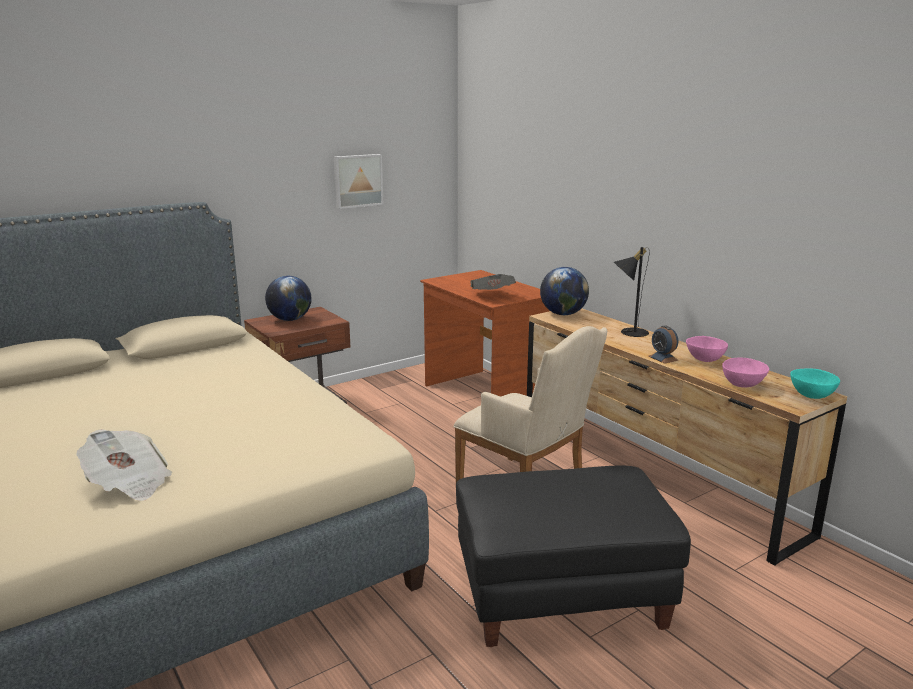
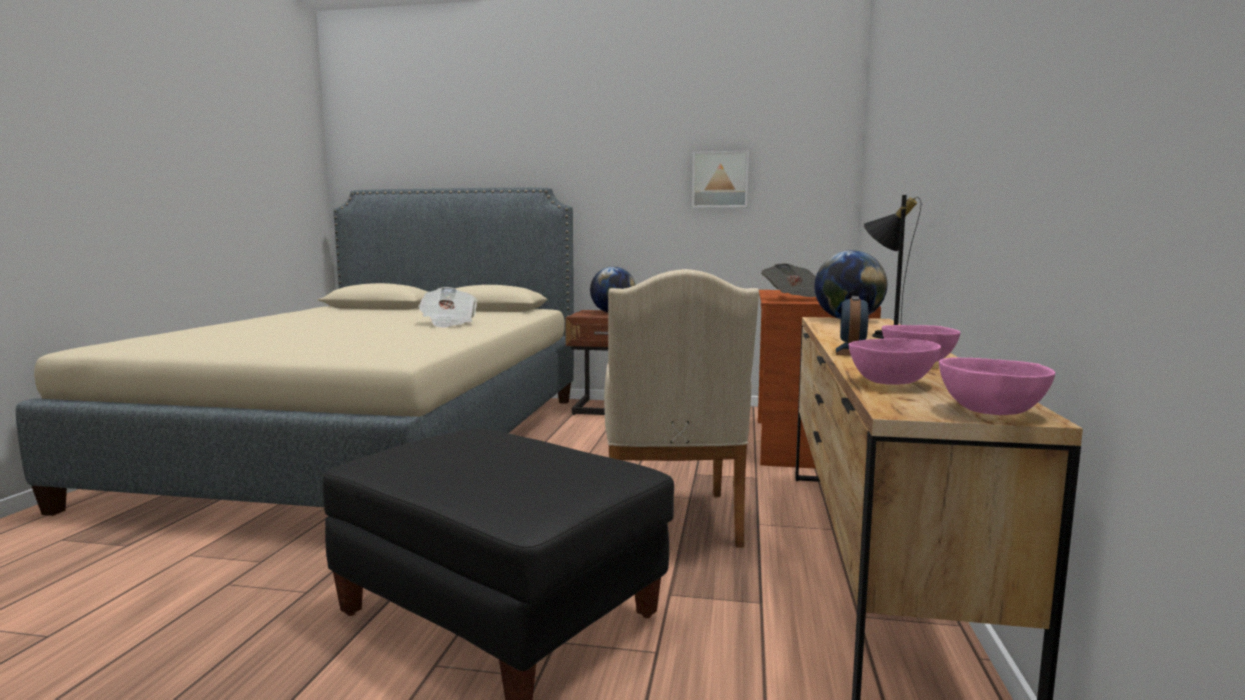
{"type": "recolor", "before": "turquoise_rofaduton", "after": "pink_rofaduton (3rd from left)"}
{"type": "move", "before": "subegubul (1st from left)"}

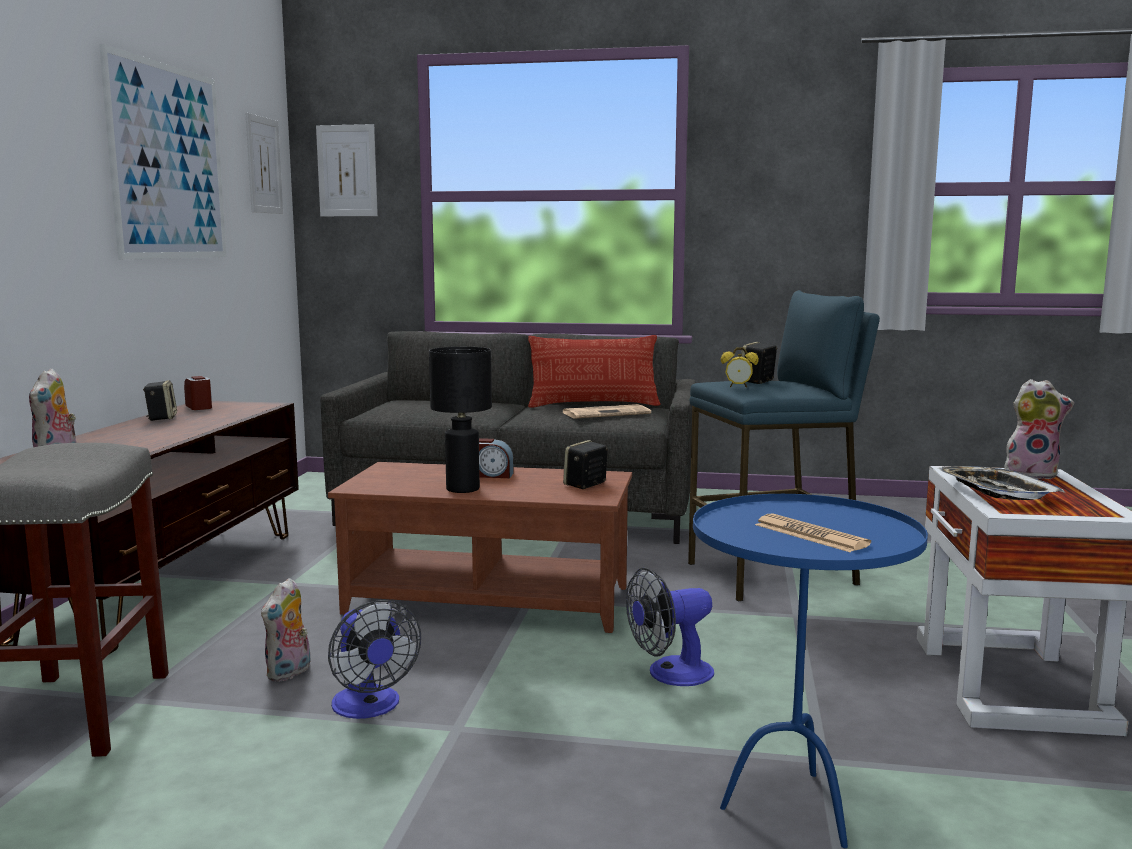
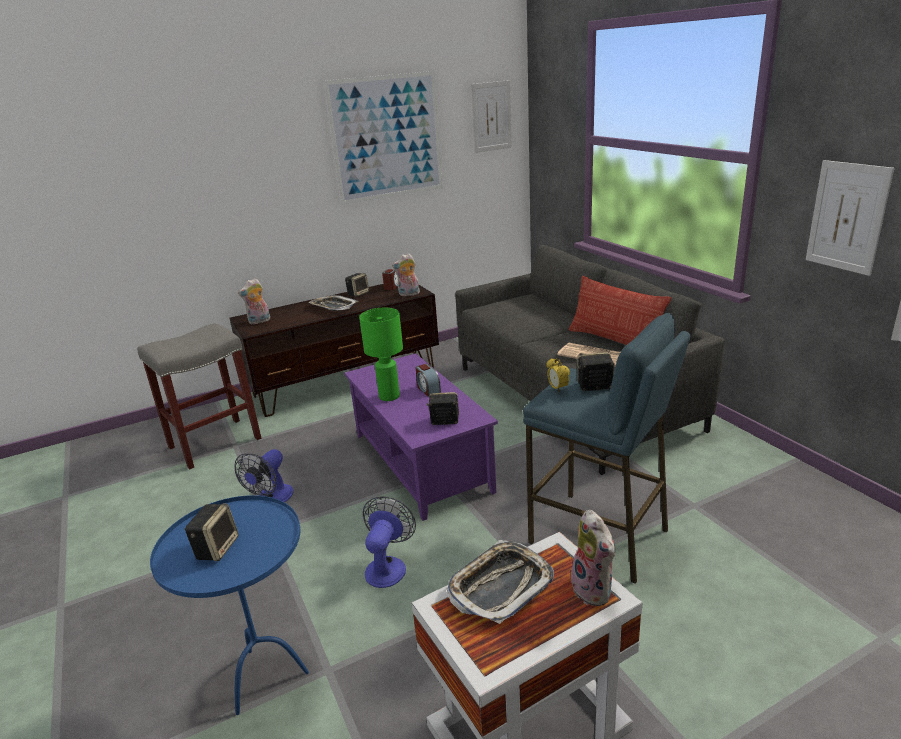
{"type": "move", "before": "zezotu (3rd from left)"}
{"type": "recolor", "before": "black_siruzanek", "after": "green_siruzanek"}
{"type": "recolor", "before": "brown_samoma", "after": "purple_samoma"}
{"type": "replace", "before": "subegubul (2nd from left)", "after": "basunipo (1st from left)"}
{"type": "rotate", "before": "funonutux (2nd from left)", "turn": 75}
{"type": "move", "before": "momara (2nd from left)"}
{"type": "insert", "after": "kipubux (1st from left)"}

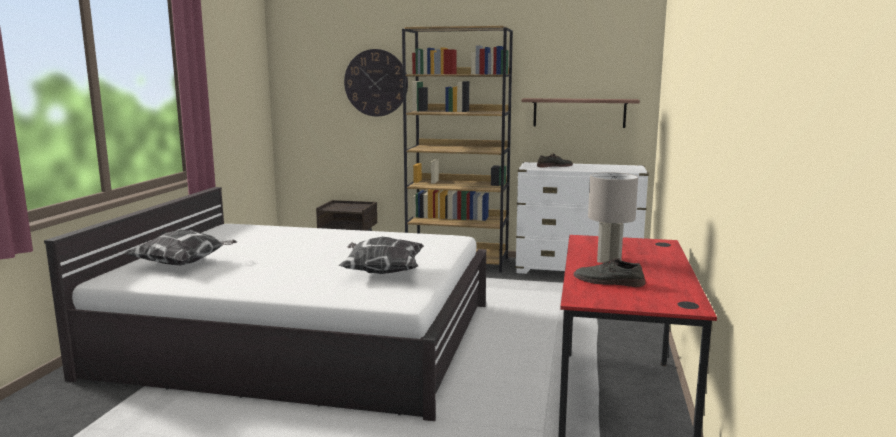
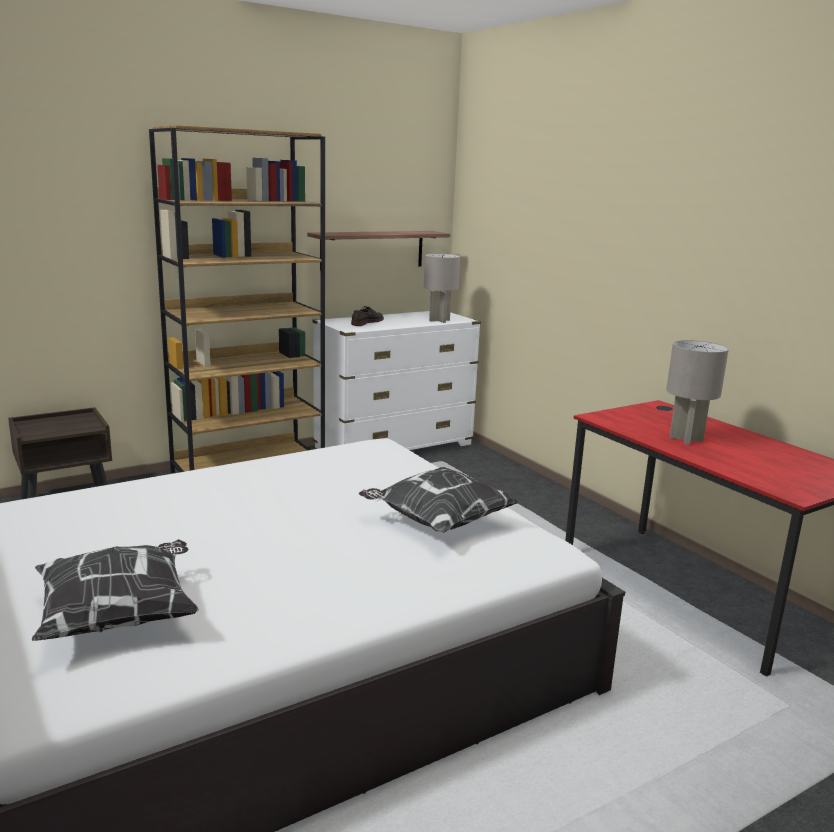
{"type": "delete", "before": "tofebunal"}
{"type": "delete", "before": "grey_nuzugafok (2nd from left)"}
{"type": "insert", "after": "grey_siruzanek (1st from left)"}

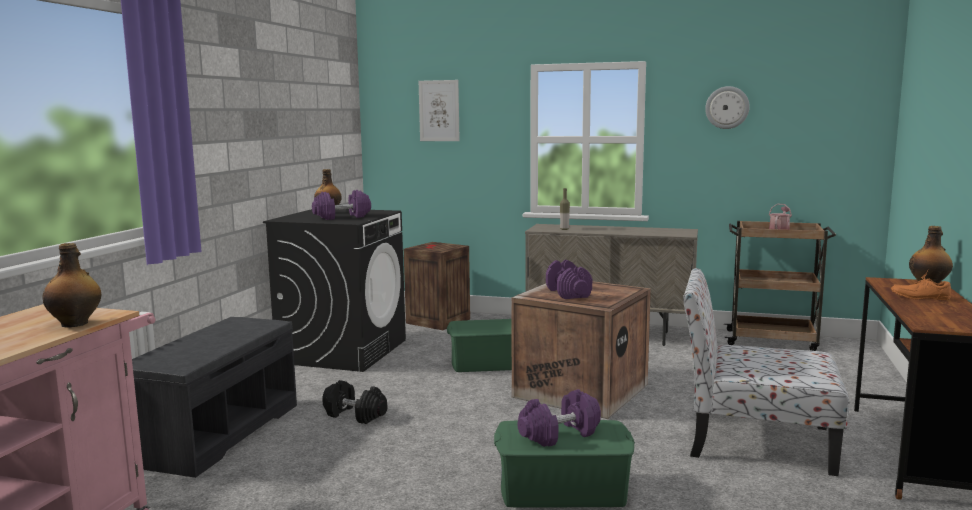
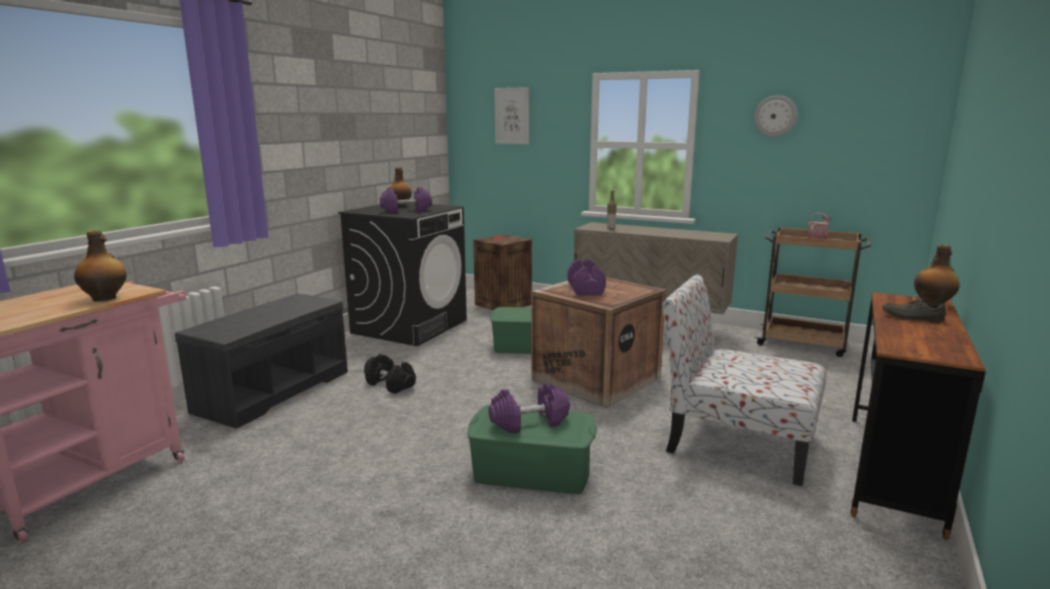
{"type": "recolor", "before": "orange_nuzugafok", "after": "grey_nuzugafok"}

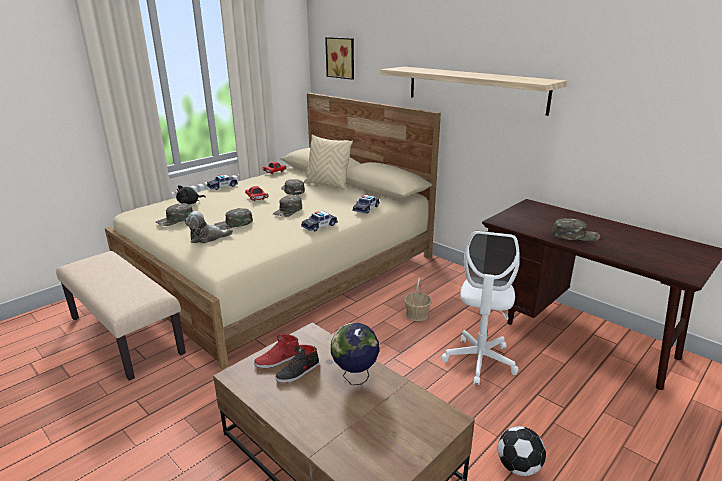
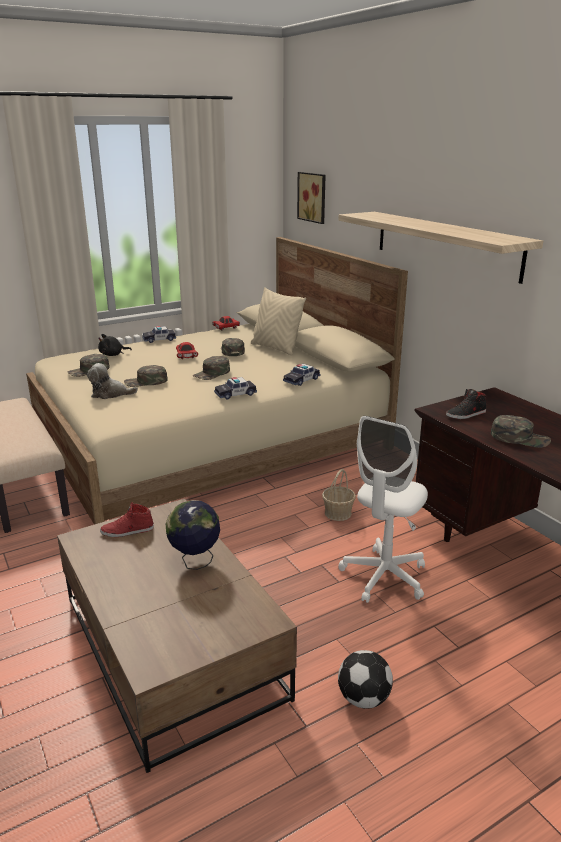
{"type": "move", "before": "black_nuzugafok"}

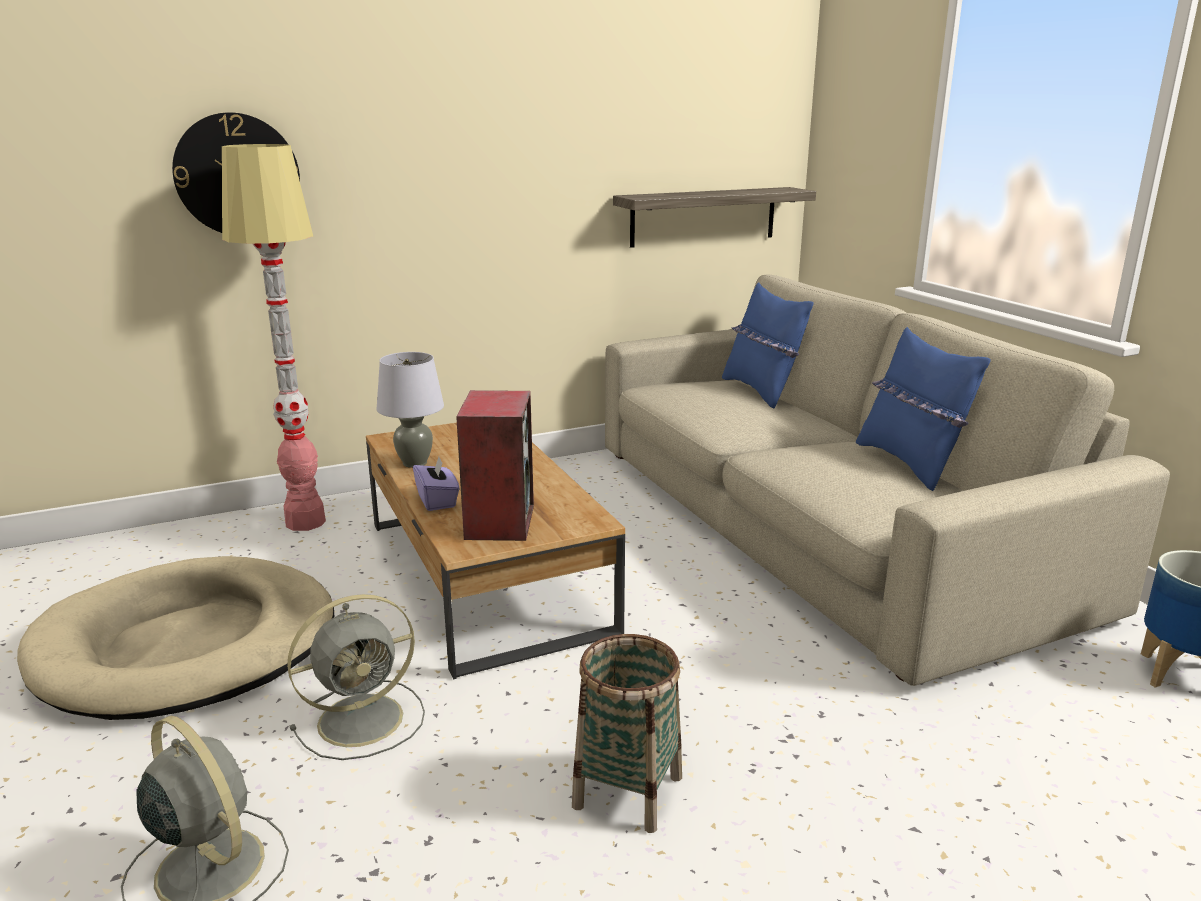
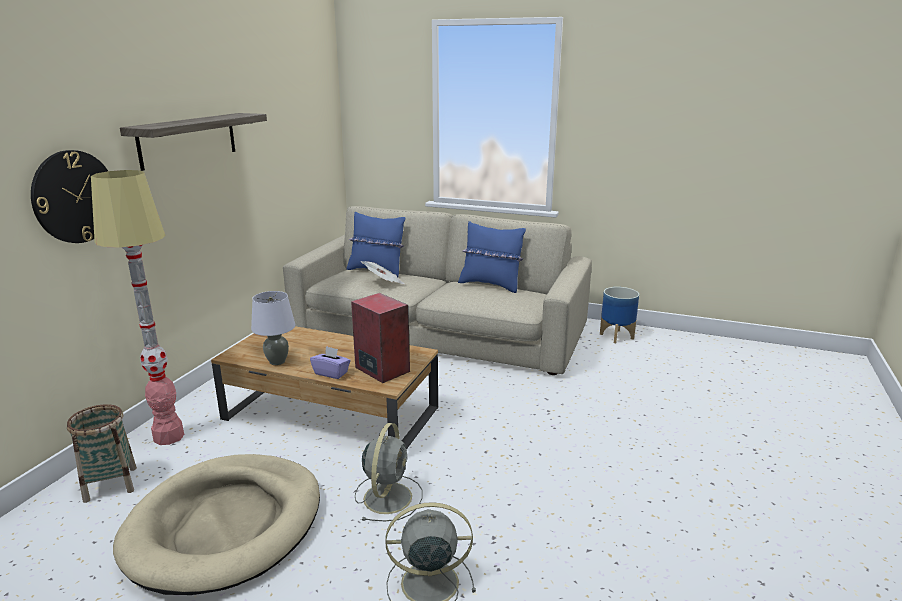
{"type": "move", "before": "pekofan"}
{"type": "move", "before": "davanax"}
{"type": "insert", "after": "subegubul"}

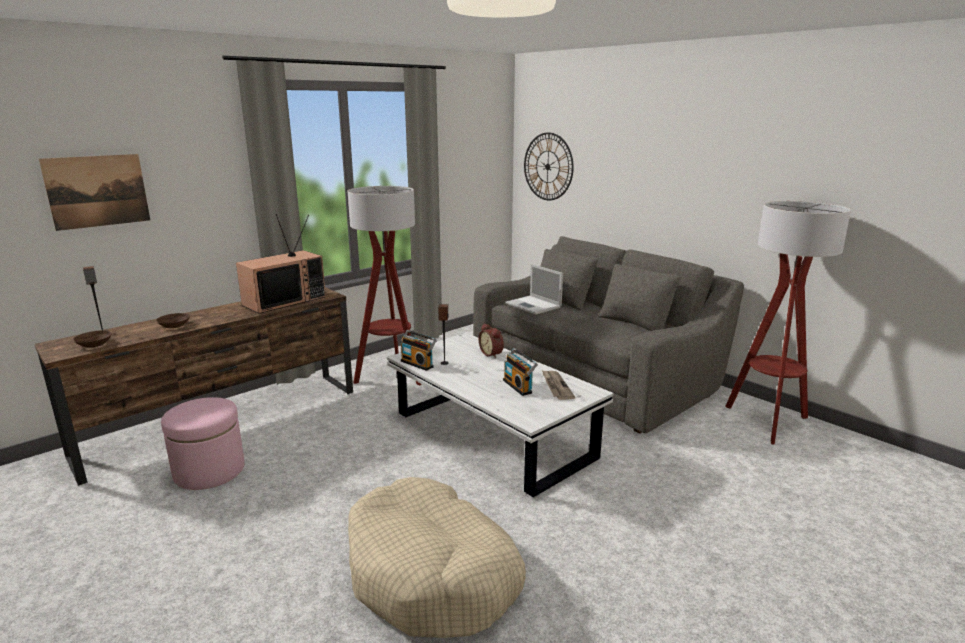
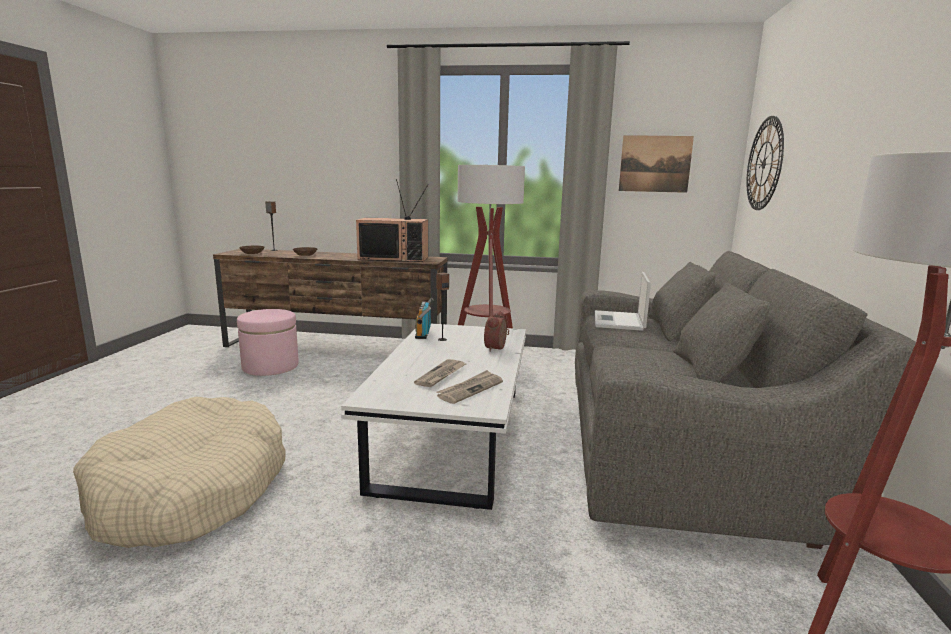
{"type": "move", "before": "zezotu"}
{"type": "replace", "before": "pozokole (2nd from left)", "after": "subegubul (1st from left)"}

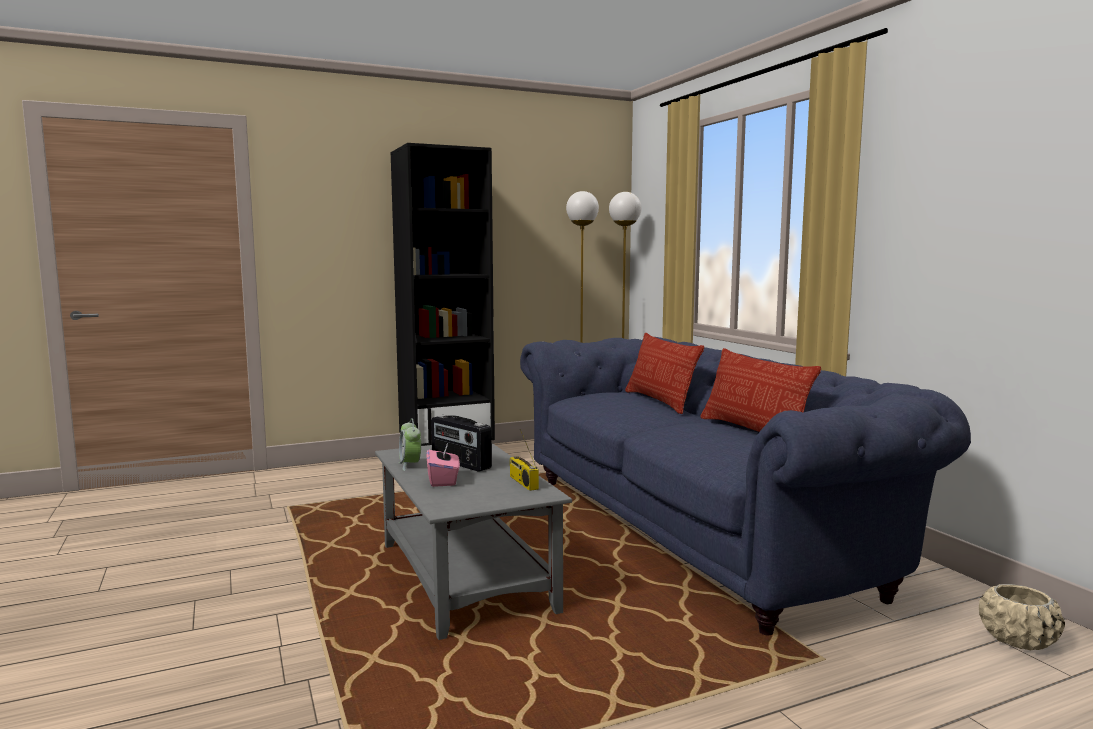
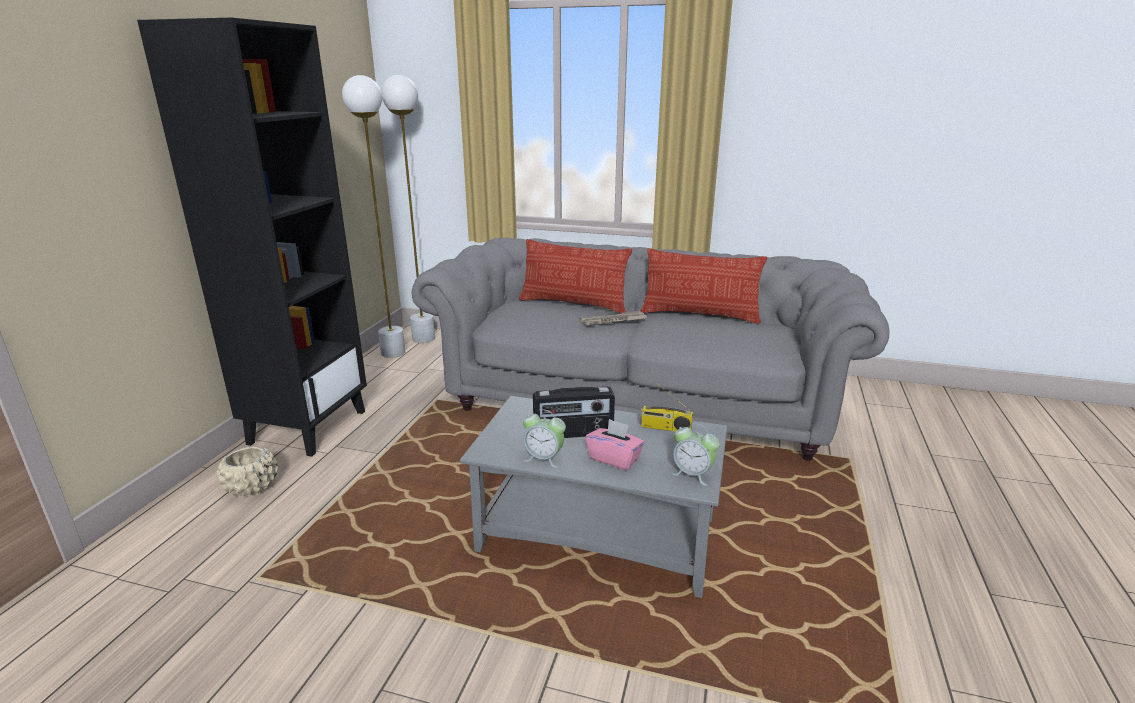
{"type": "recolor", "before": "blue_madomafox", "after": "grey_madomafox"}
{"type": "move", "before": "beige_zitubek"}
{"type": "insert", "after": "subegubul"}
{"type": "insert", "after": "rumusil (2nd from left)"}

